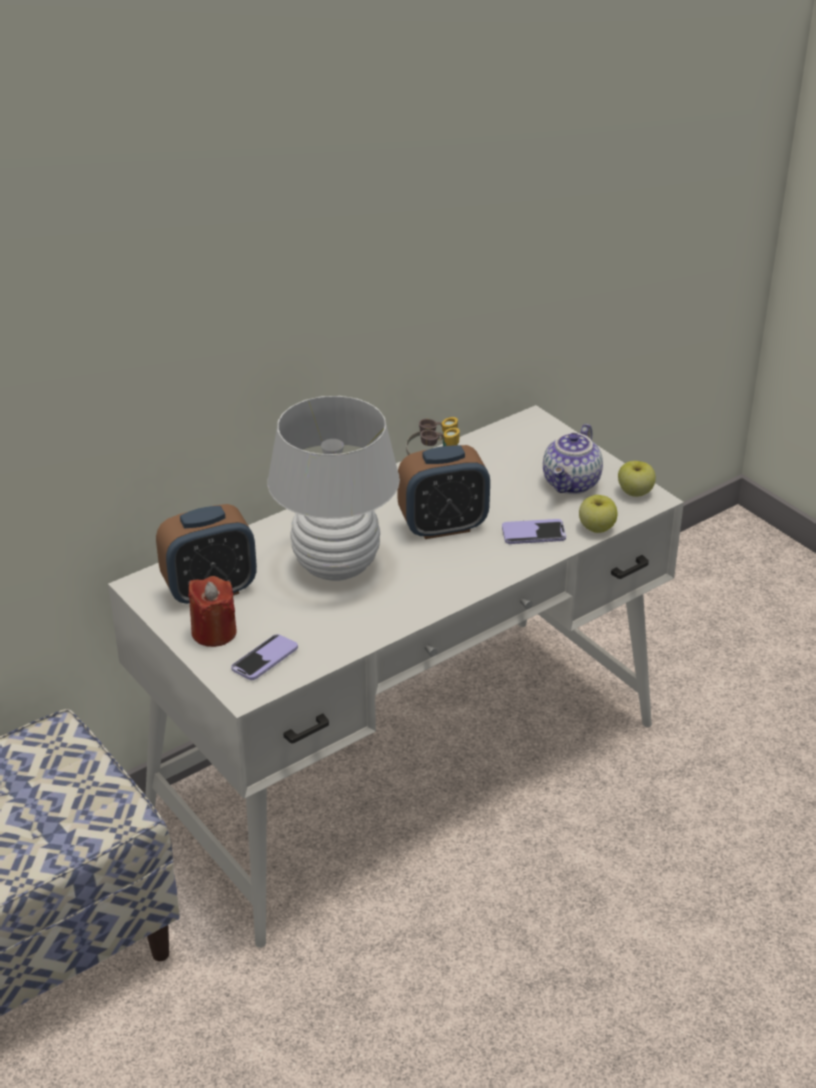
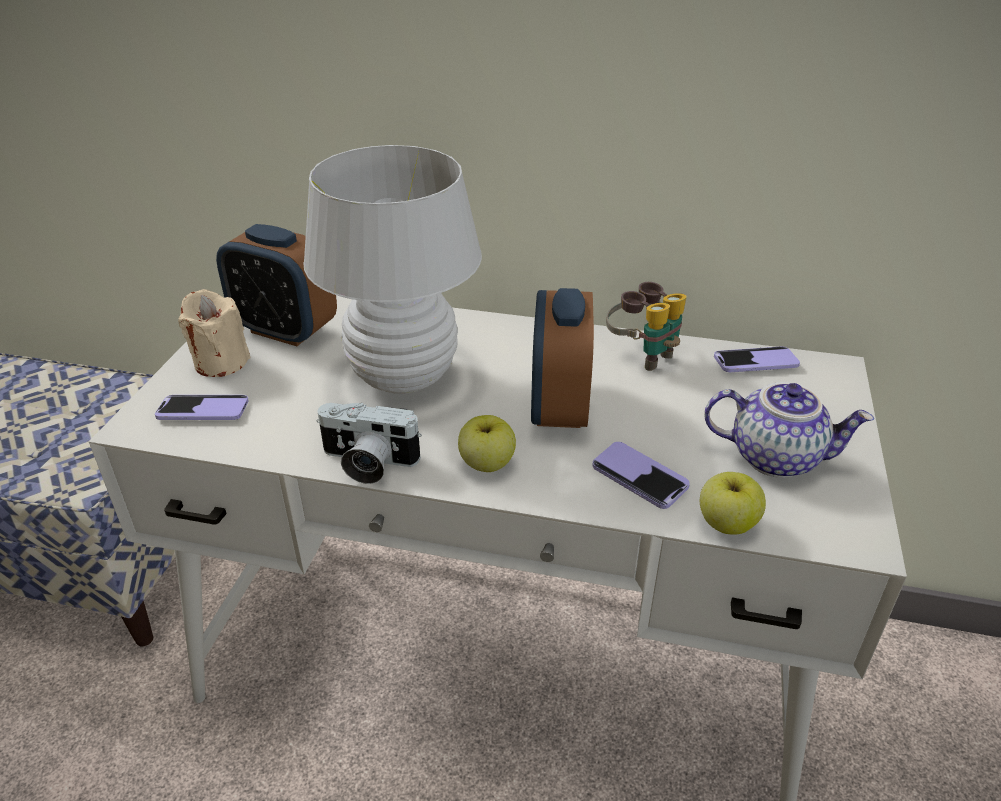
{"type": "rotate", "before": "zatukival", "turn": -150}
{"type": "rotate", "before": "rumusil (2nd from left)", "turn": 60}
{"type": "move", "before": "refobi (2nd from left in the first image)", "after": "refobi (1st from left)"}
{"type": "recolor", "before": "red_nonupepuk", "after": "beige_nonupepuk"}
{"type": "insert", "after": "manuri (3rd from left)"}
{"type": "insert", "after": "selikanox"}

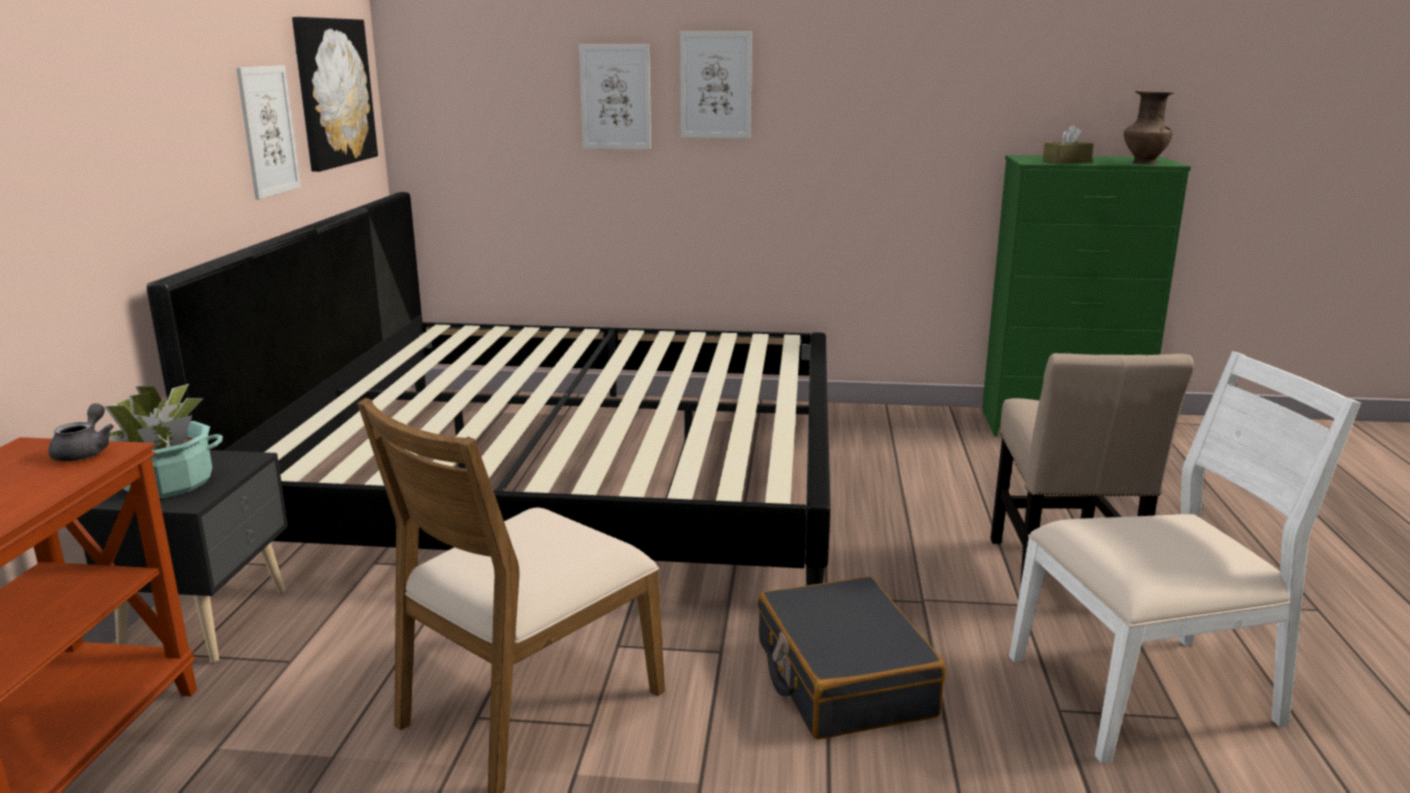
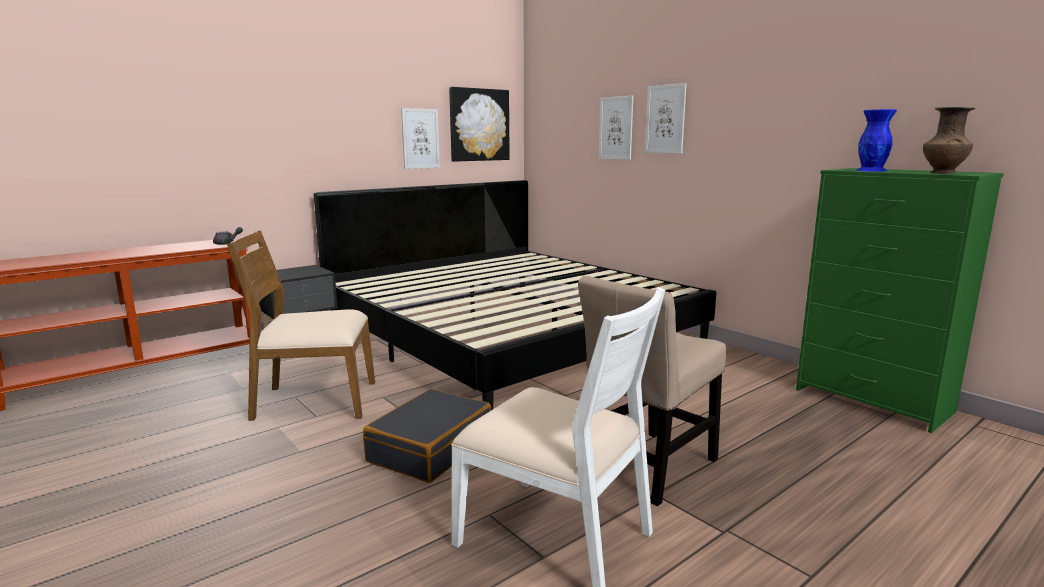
{"type": "replace", "before": "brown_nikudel", "after": "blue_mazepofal"}
{"type": "delete", "before": "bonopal"}

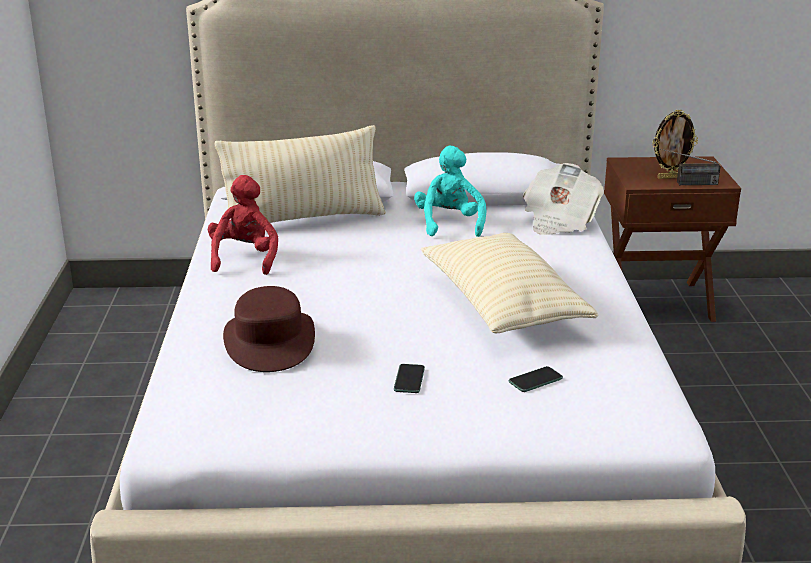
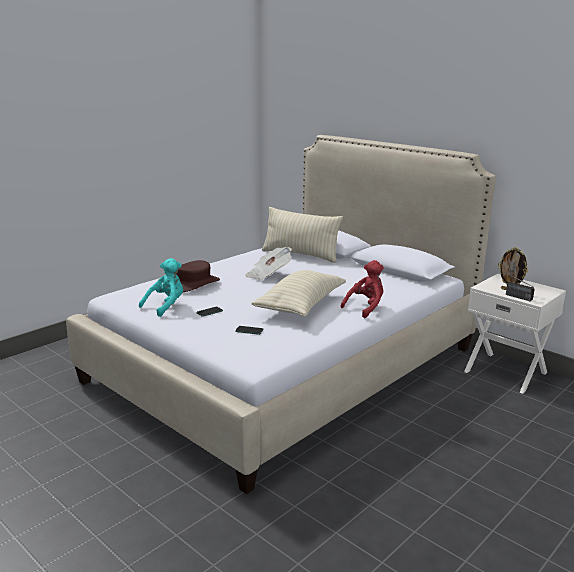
{"type": "move", "before": "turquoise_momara"}
{"type": "recolor", "before": "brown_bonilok", "after": "white_bonilok"}
{"type": "move", "before": "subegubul"}
{"type": "move", "before": "red_momara"}

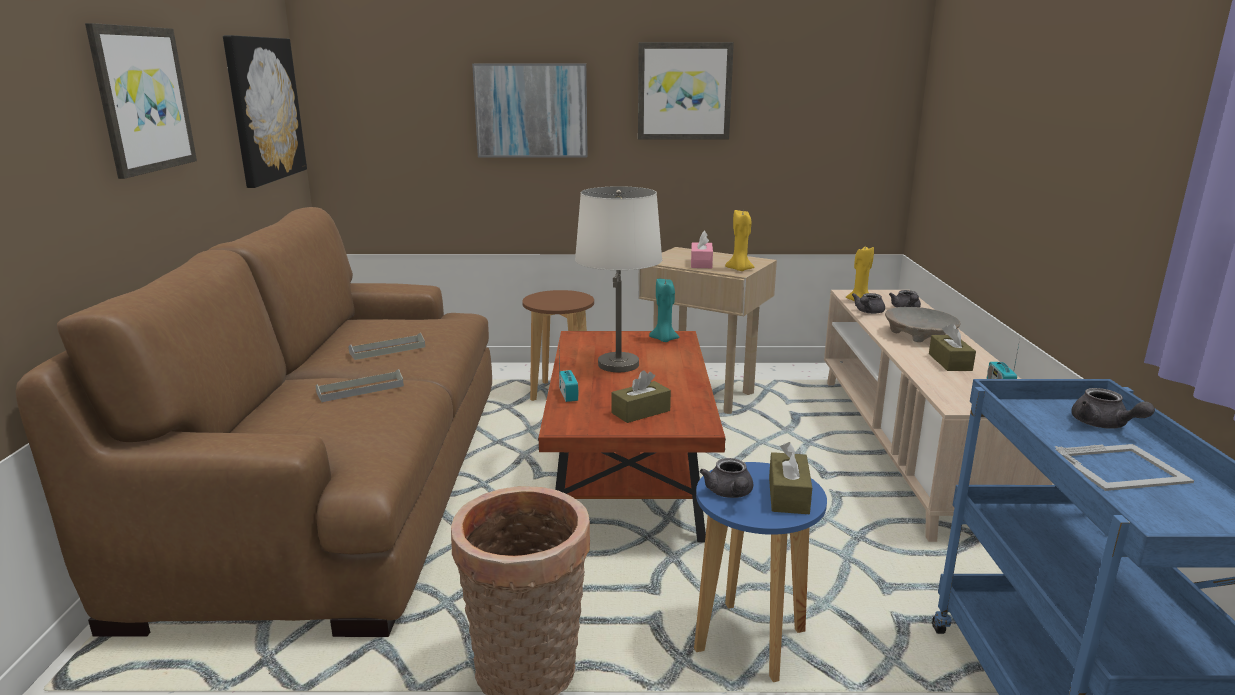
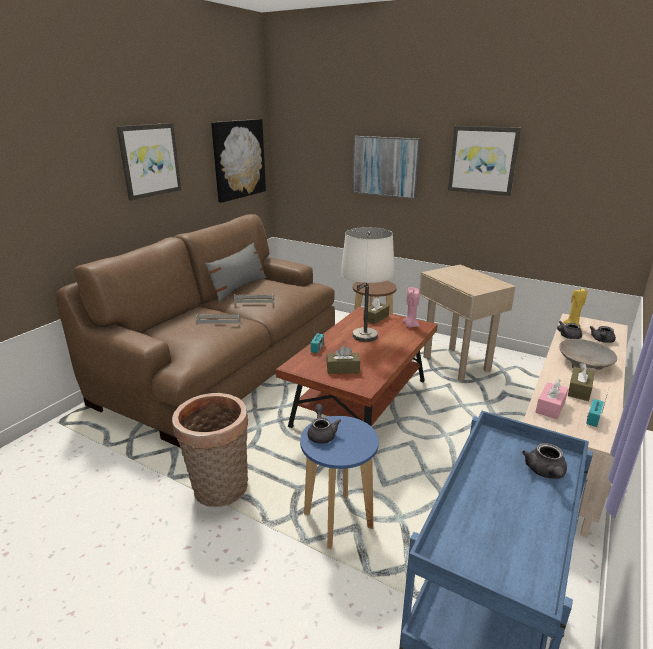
{"type": "delete", "before": "yellow_nonupepuk (1st from left)"}
{"type": "move", "before": "pink_nikudel"}
{"type": "recolor", "before": "turquoise_nonupepuk", "after": "pink_nonupepuk"}
{"type": "move", "before": "brown_nikudel (2nd from left)"}
{"type": "delete", "before": "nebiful"}
{"type": "rotate", "before": "grey_zatukival (1st from left)", "turn": 150}
{"type": "insert", "after": "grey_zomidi"}

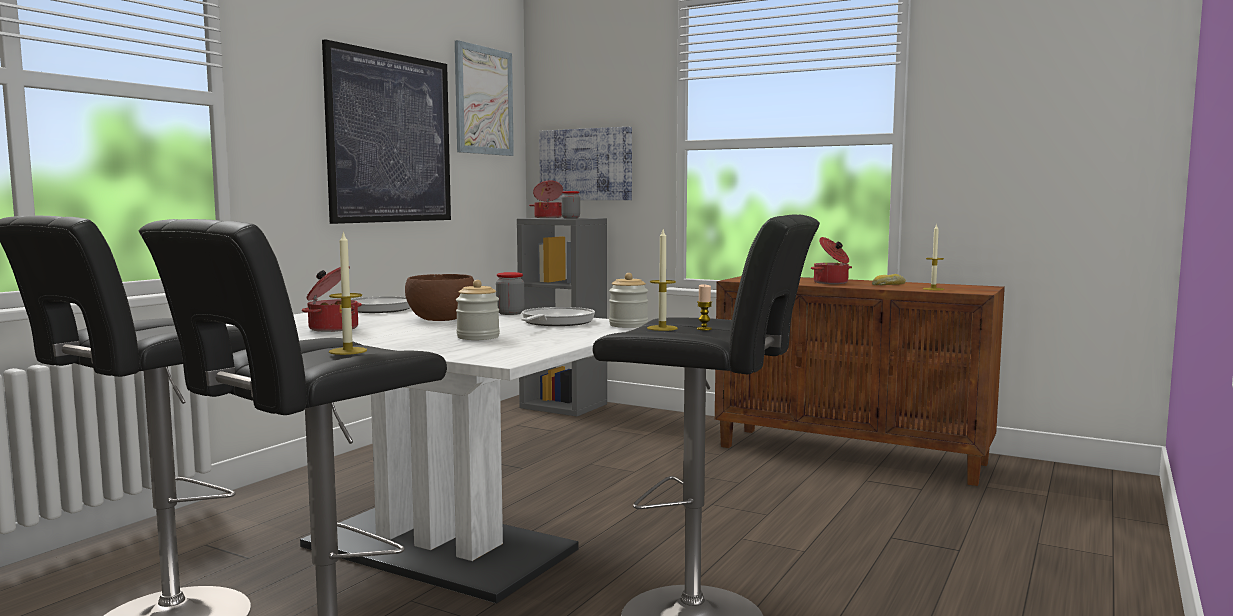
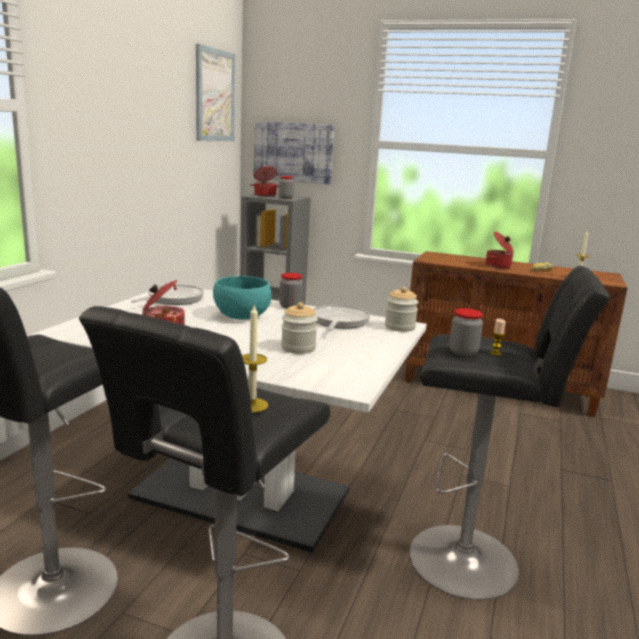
{"type": "delete", "before": "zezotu (1st from left)"}
{"type": "replace", "before": "nonupepuk (2nd from left)", "after": "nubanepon (5th from left)"}
{"type": "recolor", "before": "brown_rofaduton", "after": "turquoise_rofaduton"}

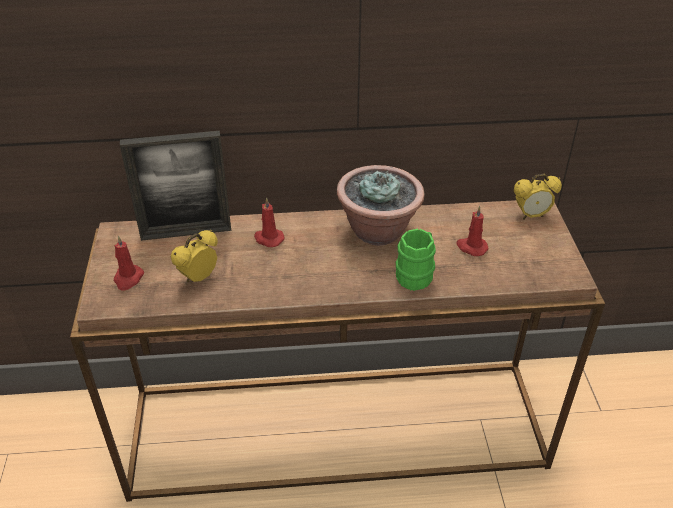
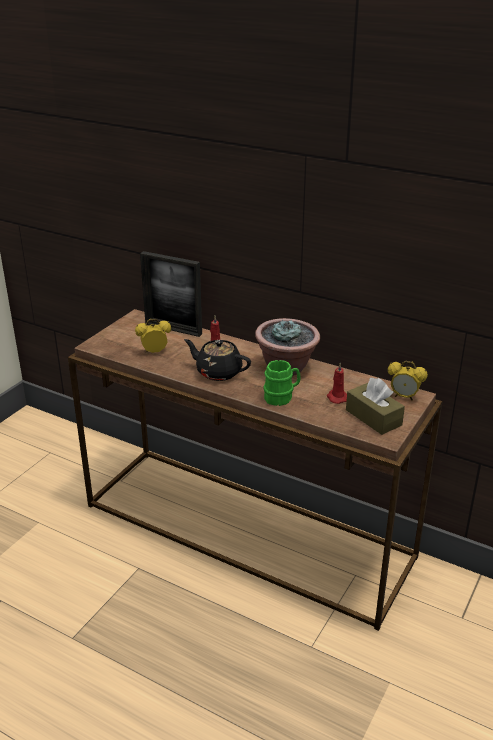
{"type": "delete", "before": "red_nonupepuk (1st from left)"}
{"type": "insert", "after": "black_zatukival"}
{"type": "insert", "after": "brown_nikudel"}

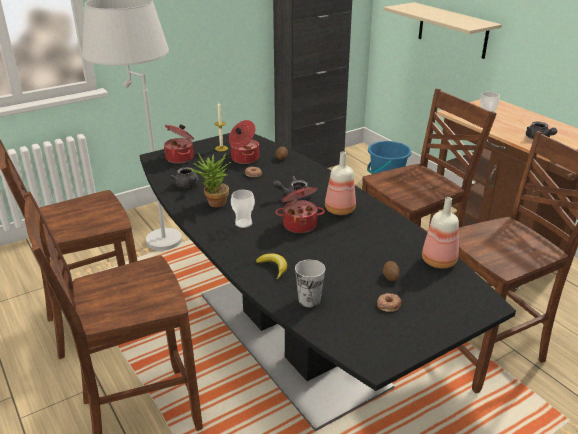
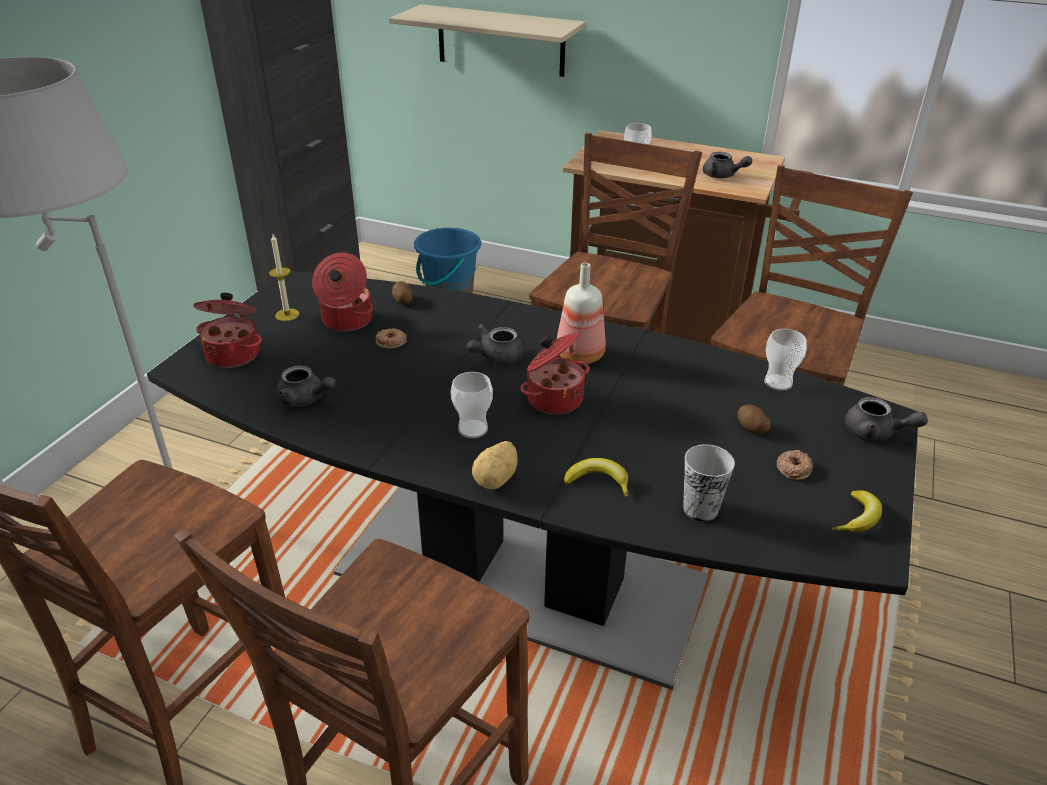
{"type": "delete", "before": "bonopal"}
{"type": "replace", "before": "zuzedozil (2nd from left)", "after": "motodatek (4th from left)"}
{"type": "insert", "after": "grey_zatukival (4th from left)"}
{"type": "insert", "after": "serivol (2nd from left)"}
{"type": "insert", "after": "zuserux (2nd from left)"}

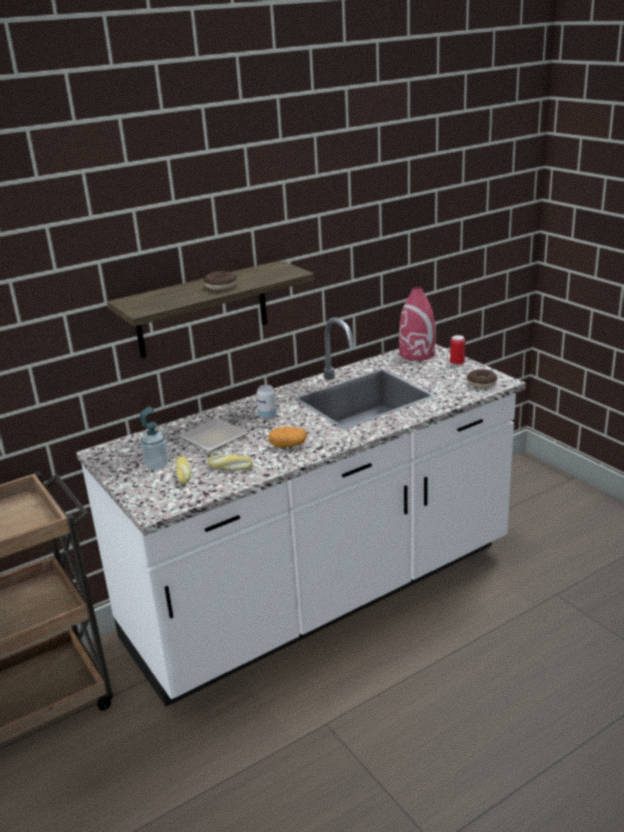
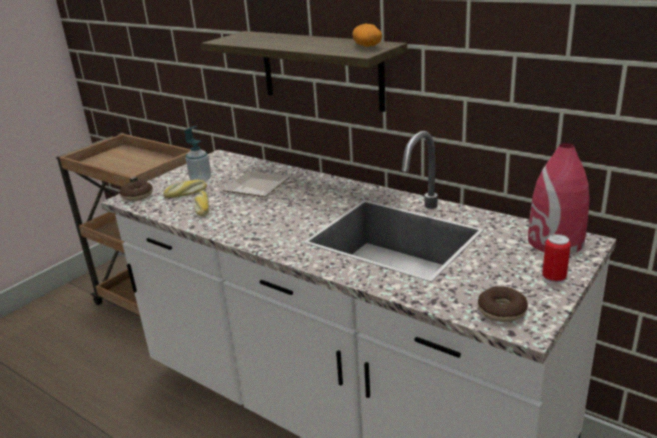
{"type": "move", "before": "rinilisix (1st from left)"}
{"type": "delete", "before": "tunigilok (1st from left)"}
{"type": "move", "before": "serivol"}

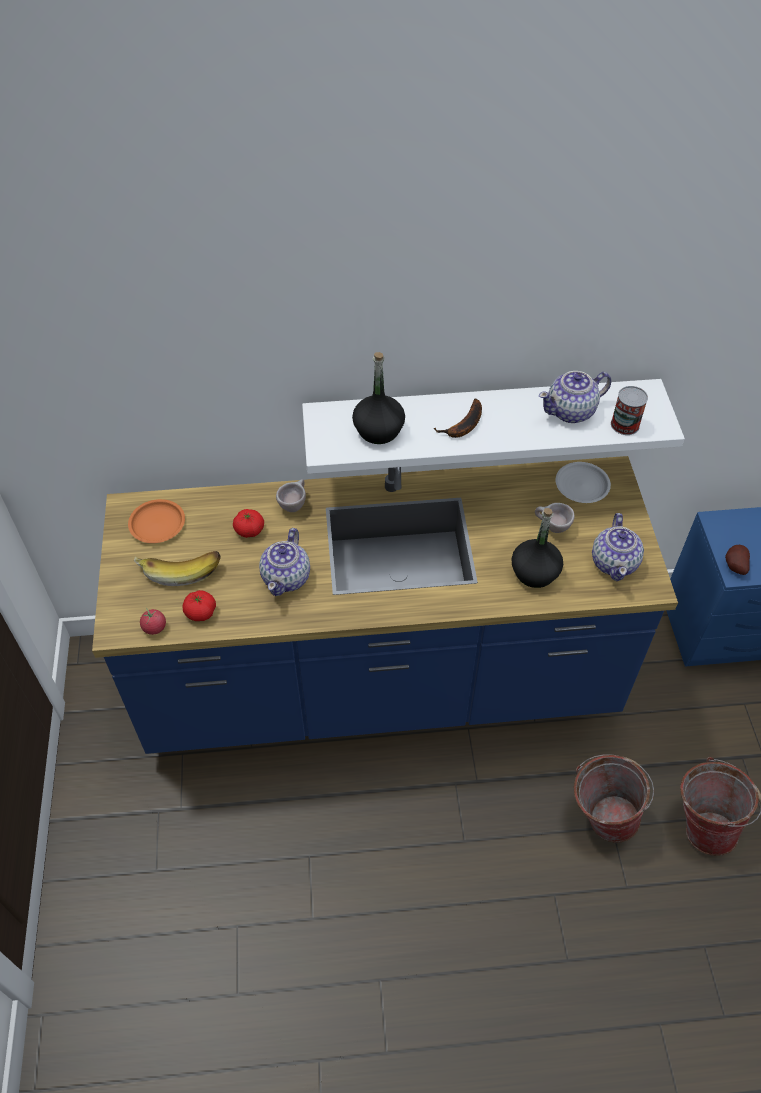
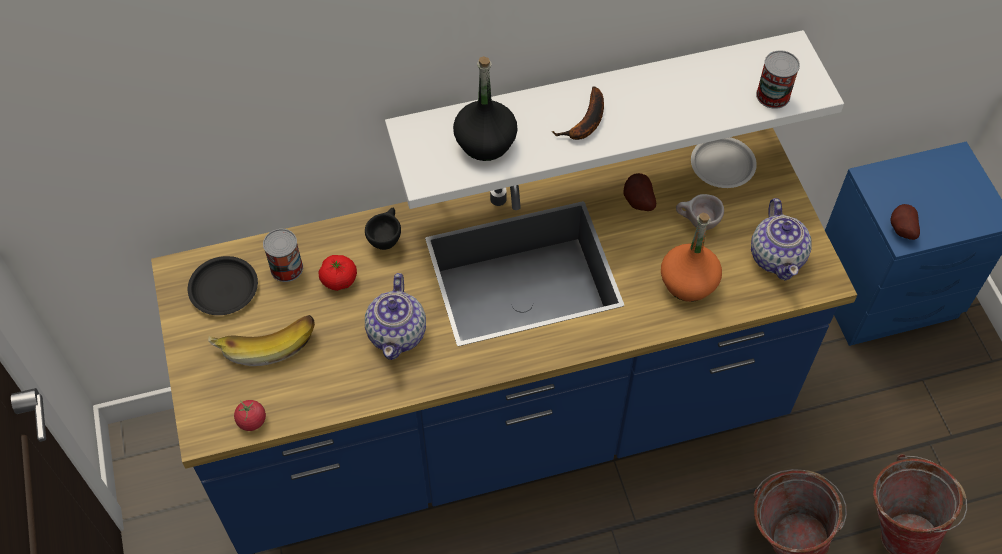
{"type": "delete", "before": "zatukival (2nd from left)"}
{"type": "recolor", "before": "beige_motodatek (1st from left)", "after": "black_motodatek"}
{"type": "recolor", "before": "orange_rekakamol", "after": "black_rekakamol"}
{"type": "recolor", "before": "black_zuzedozil (2nd from left)", "after": "orange_zuzedozil"}
{"type": "delete", "before": "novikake (2nd from left)"}
{"type": "insert", "after": "serivol (1st from left)"}
{"type": "insert", "after": "tunigilok (1st from left)"}

